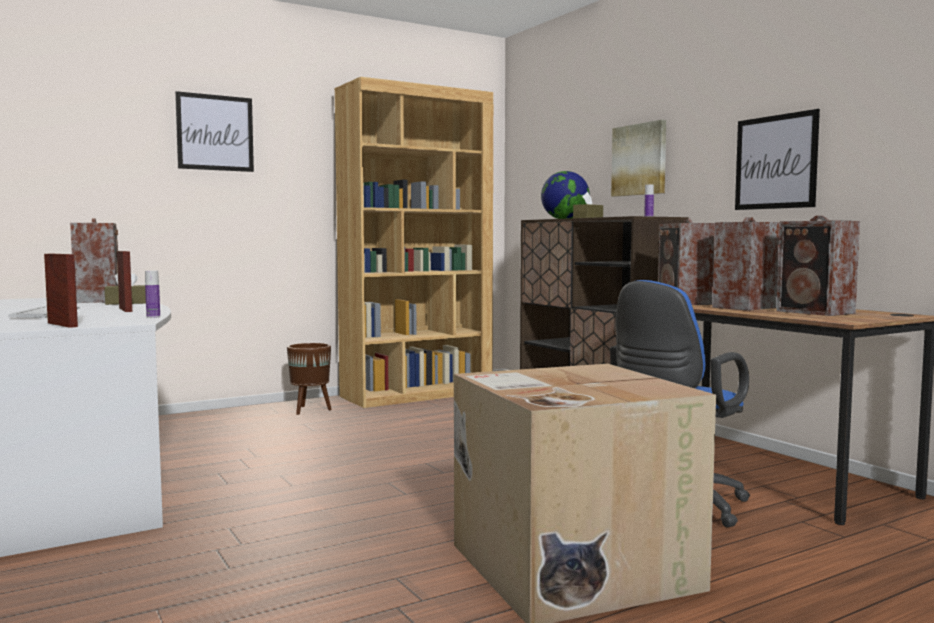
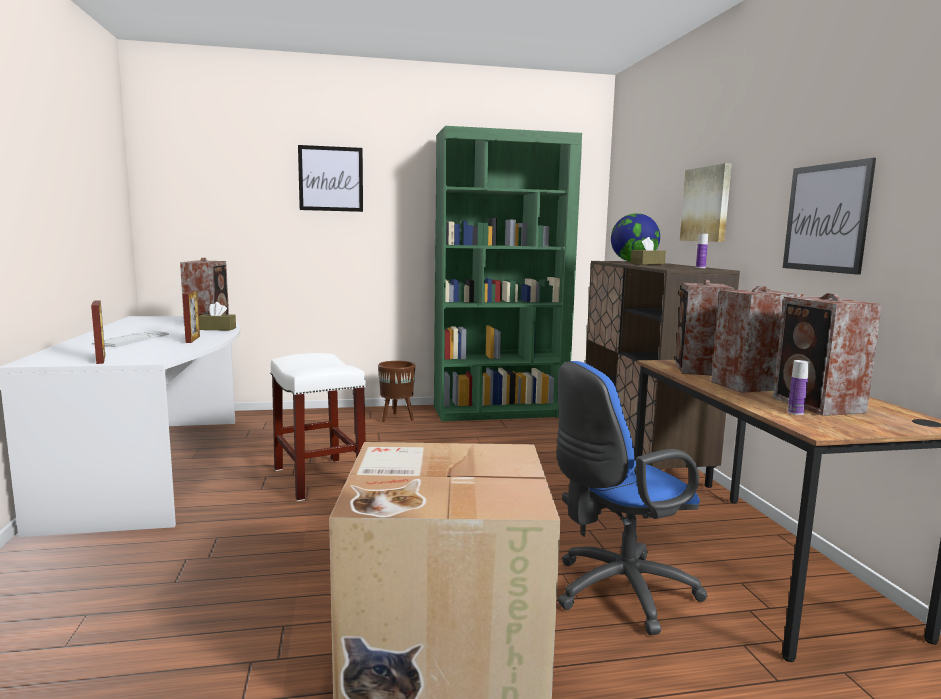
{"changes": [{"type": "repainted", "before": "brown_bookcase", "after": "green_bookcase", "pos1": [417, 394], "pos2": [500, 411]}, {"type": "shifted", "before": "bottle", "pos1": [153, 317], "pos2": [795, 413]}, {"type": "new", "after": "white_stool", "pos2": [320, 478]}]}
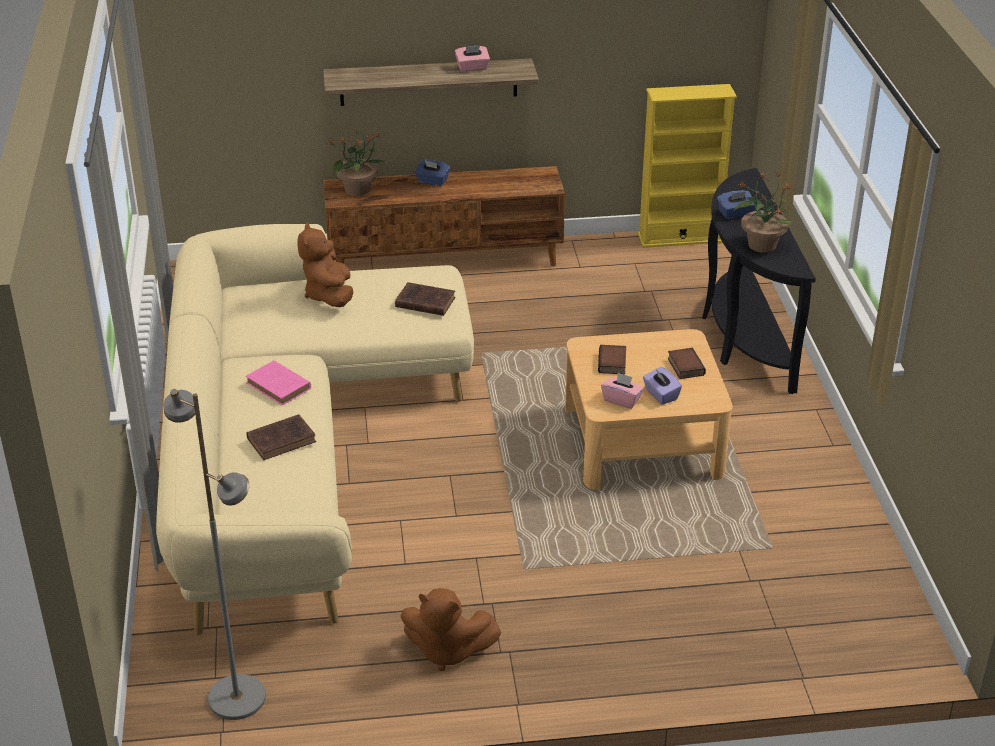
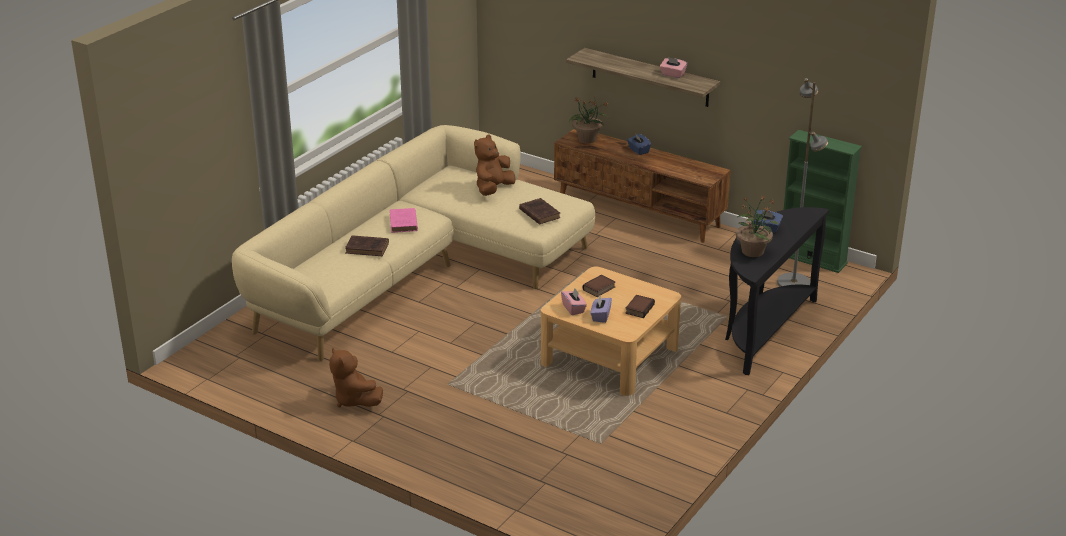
{"changes": [{"type": "repainted", "before": "yellow_bookcase", "after": "green_bookcase", "pos1": [679, 238], "pos2": [812, 259]}, {"type": "shifted", "before": "grey_floor_lamp", "pos1": [237, 697], "pos2": [794, 283]}]}
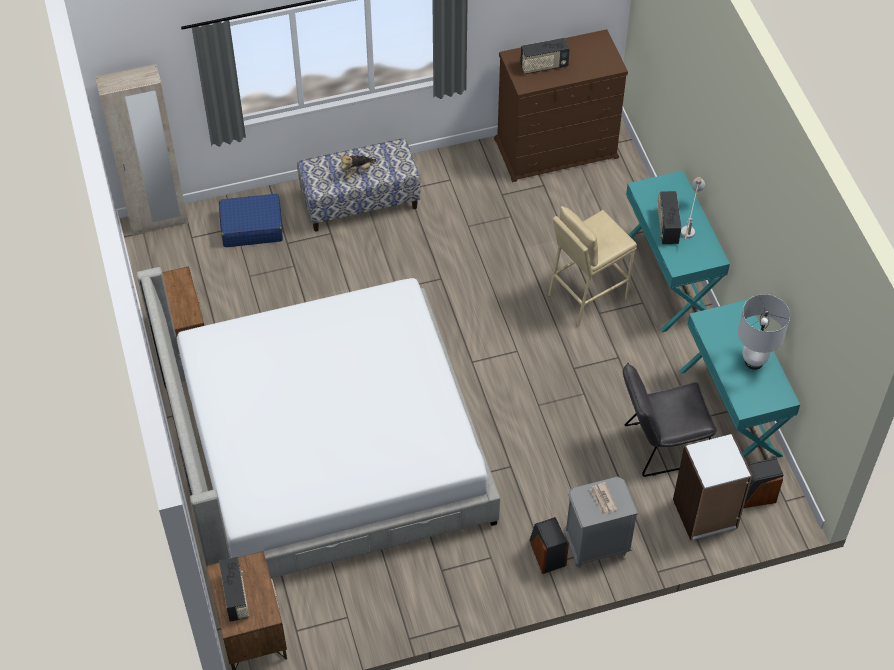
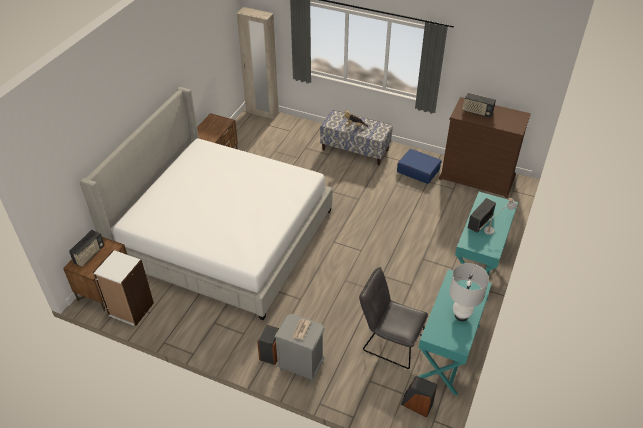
{"changes": [{"type": "shifted", "before": "blue_suitcase", "pos1": [251, 227], "pos2": [418, 170]}, {"type": "gone", "before": "beige_stool", "pos1": [586, 296]}, {"type": "shifted", "before": "white_bookcase", "pos1": [705, 514], "pos2": [130, 309]}]}
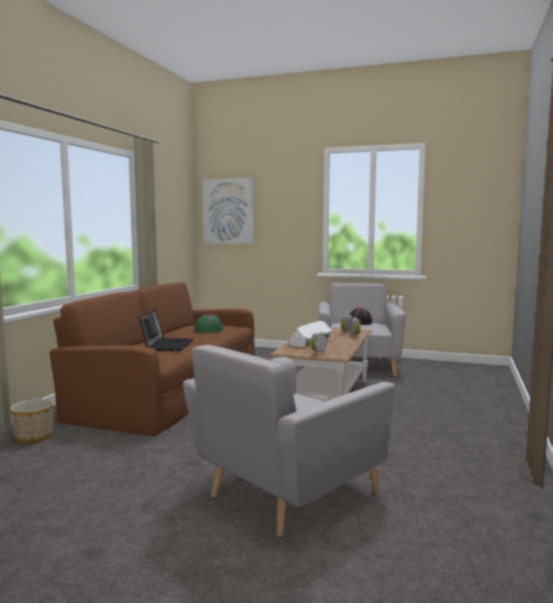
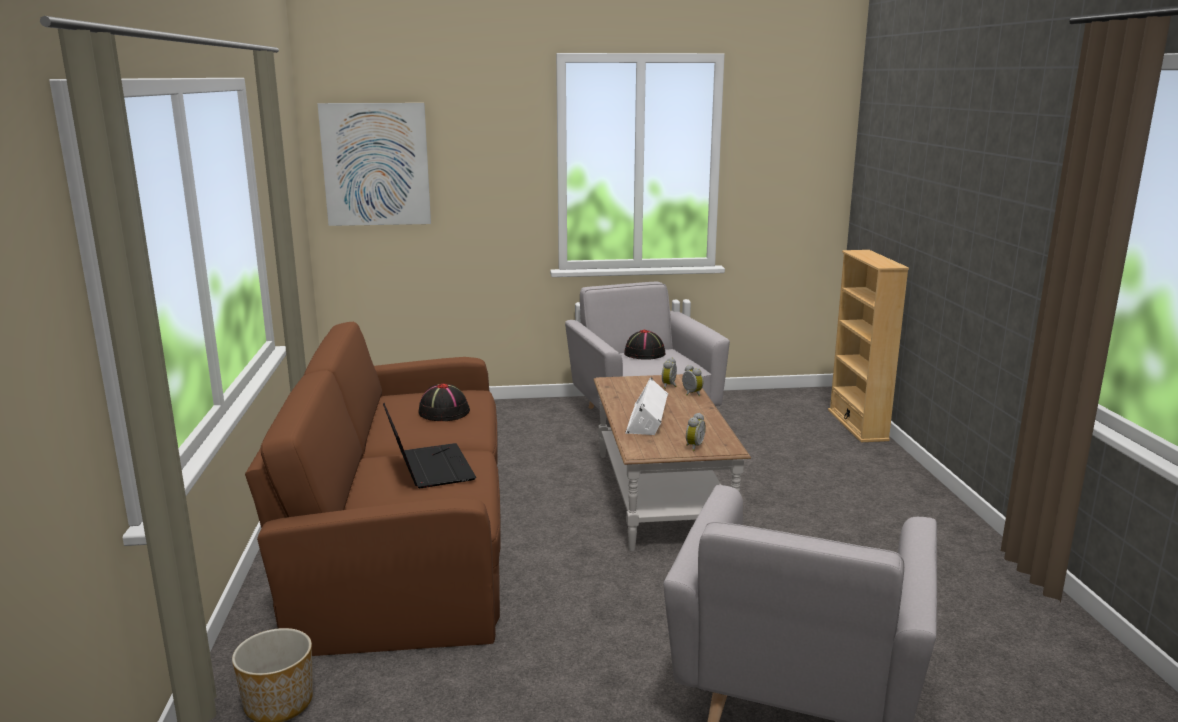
{"changes": [{"type": "repainted", "before": "green_hat", "after": "black_hat", "pos1": [208, 330], "pos2": [443, 412]}, {"type": "new", "after": "beige_bookcase", "pos2": [857, 425]}]}
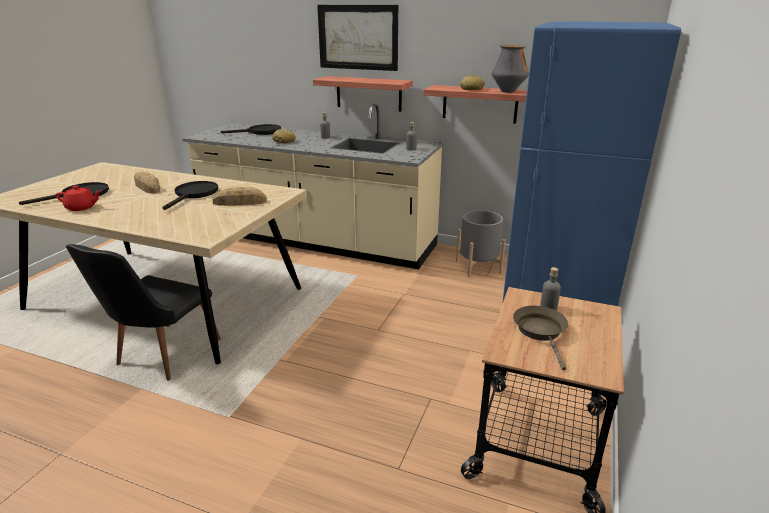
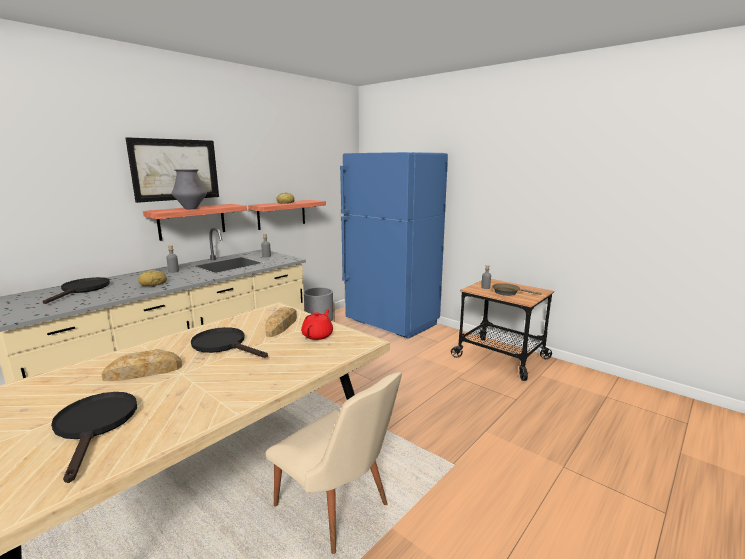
{"changes": [{"type": "shifted", "before": "vase", "pos1": [508, 91], "pos2": [191, 208]}, {"type": "shifted", "before": "red_teapot", "pos1": [82, 207], "pos2": [318, 335]}, {"type": "repainted", "before": "black_chair", "after": "beige_chair", "pos1": [161, 357], "pos2": [338, 511]}]}
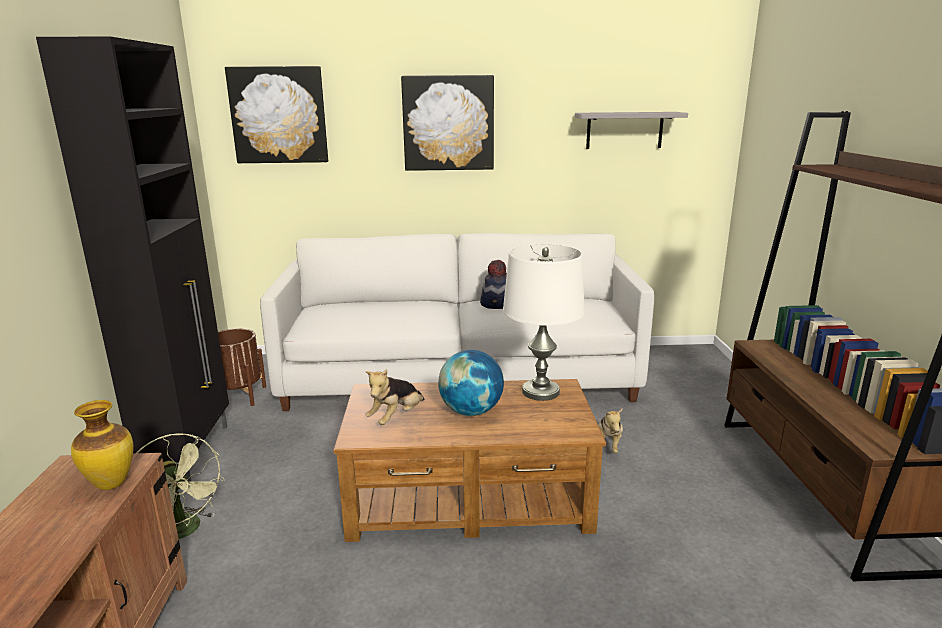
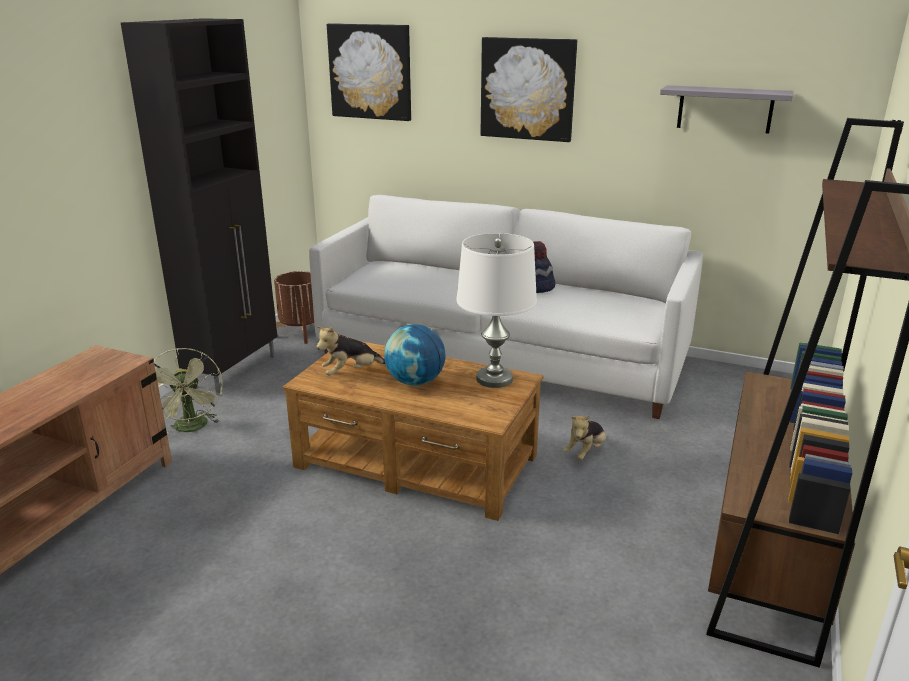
{"changes": [{"type": "gone", "before": "vase", "pos1": [111, 483]}]}
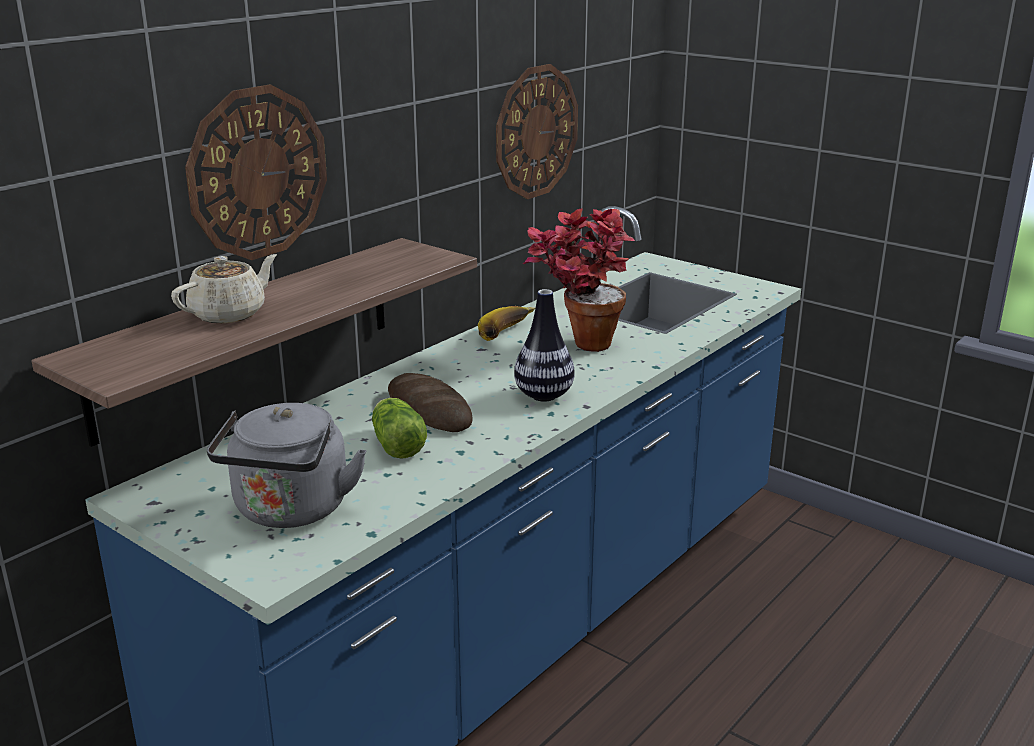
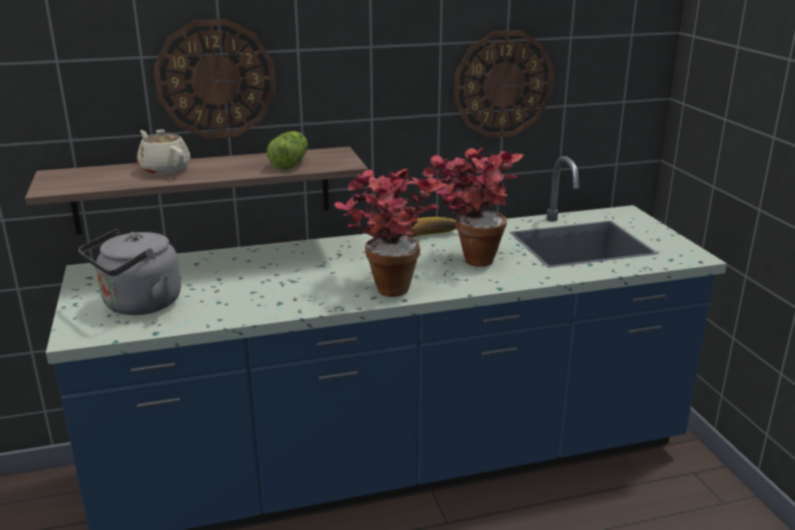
{"changes": [{"type": "rotated", "before": "beige_teapot", "pos1": [229, 314], "pos2": [164, 169], "turn": -120}, {"type": "swapped", "before": "vase", "after": "potted_plant", "pos1": [543, 396], "pos2": [387, 284]}, {"type": "gone", "before": "bread", "pos1": [429, 410]}, {"type": "shifted", "before": "lettuce", "pos1": [397, 444], "pos2": [291, 163]}]}
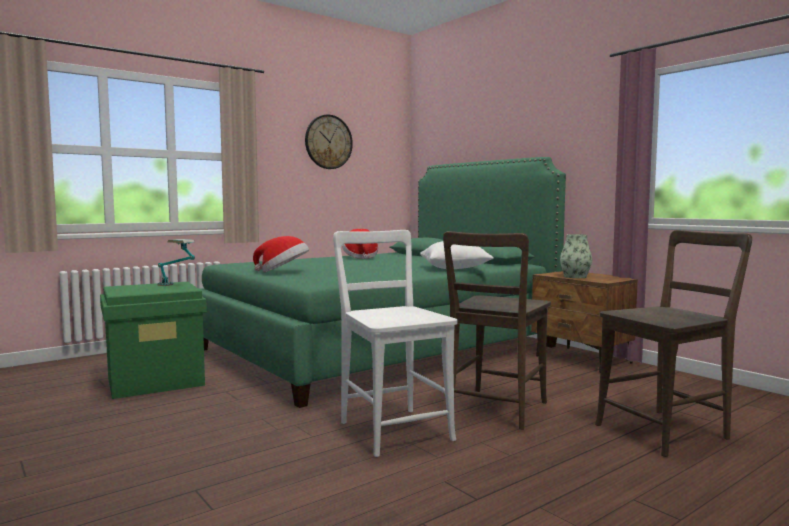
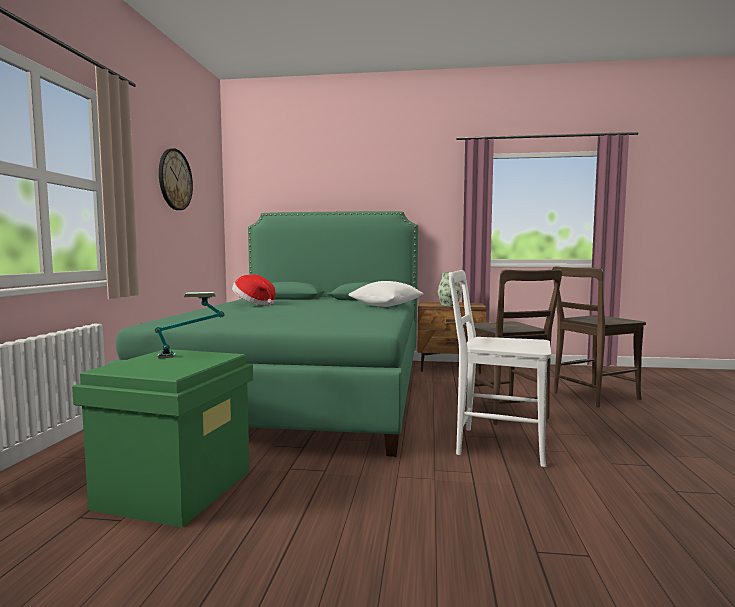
{"changes": [{"type": "rotated", "before": "brown_chair", "pos1": [666, 431], "pos2": [592, 396], "turn": -135}, {"type": "gone", "before": "hat", "pos1": [283, 272]}]}
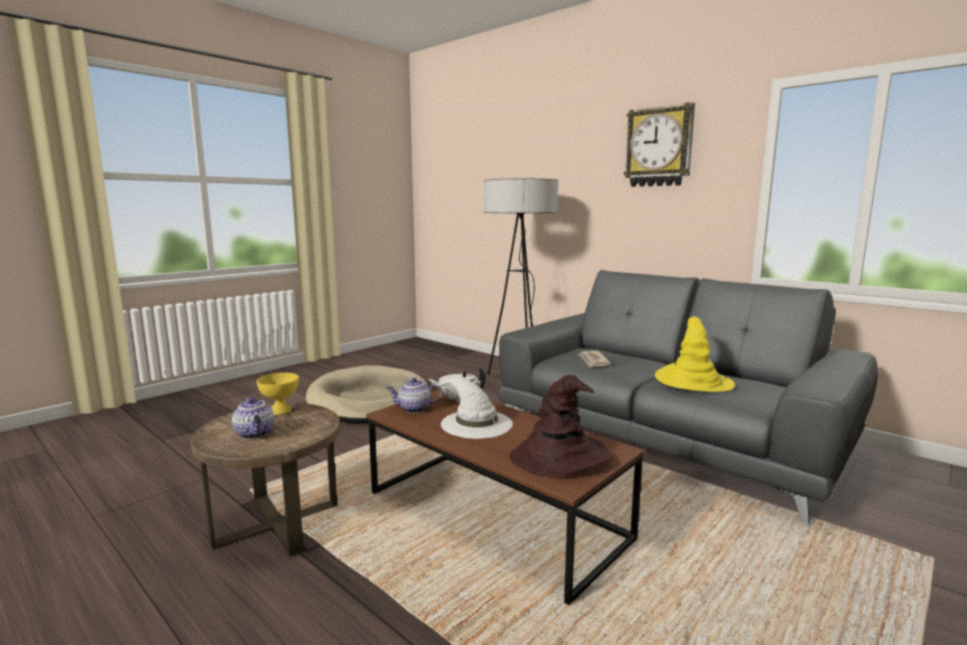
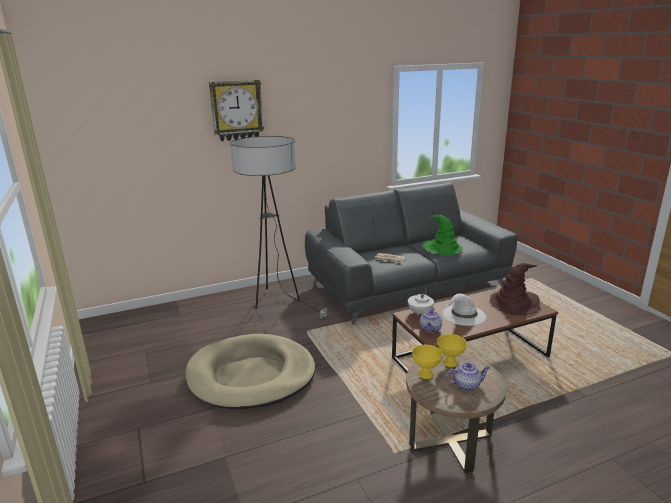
{"changes": [{"type": "shifted", "before": "wall_clock", "pos1": [659, 147], "pos2": [236, 110]}, {"type": "repainted", "before": "yellow_hat", "after": "green_hat", "pos1": [692, 381], "pos2": [443, 248]}, {"type": "new", "after": "yellow_bowl", "pos2": [450, 363]}]}
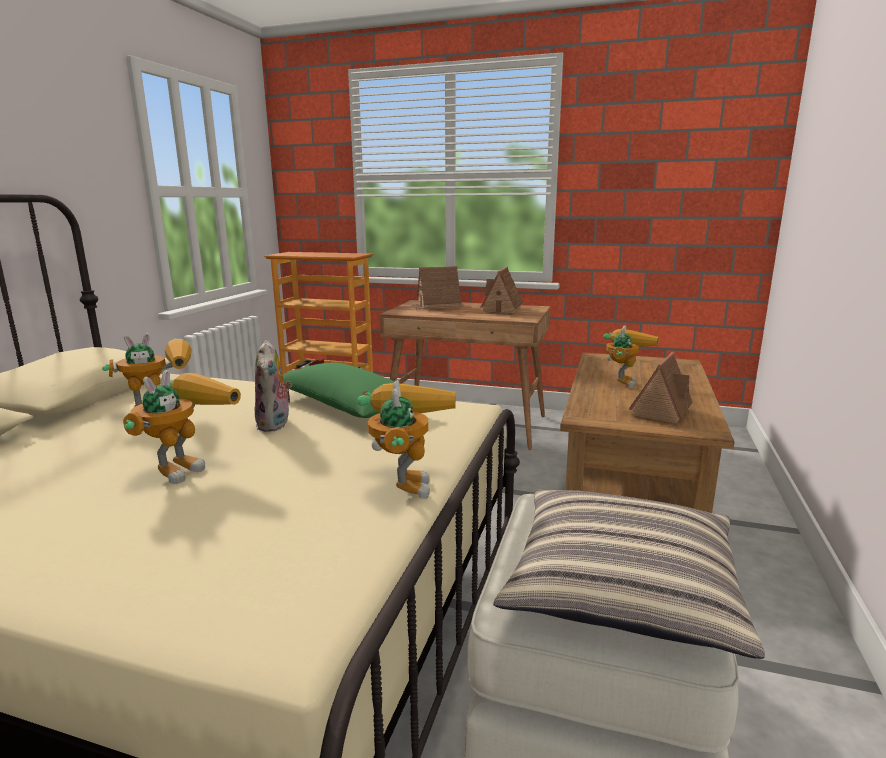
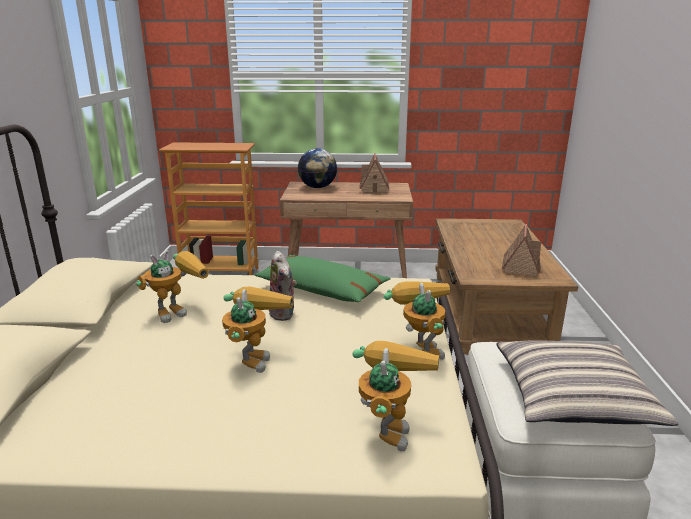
{"changes": [{"type": "swapped", "before": "toy_house", "after": "globe", "pos1": [435, 306], "pos2": [317, 187]}, {"type": "shifted", "before": "toy_robot", "pos1": [623, 381], "pos2": [388, 426]}]}
